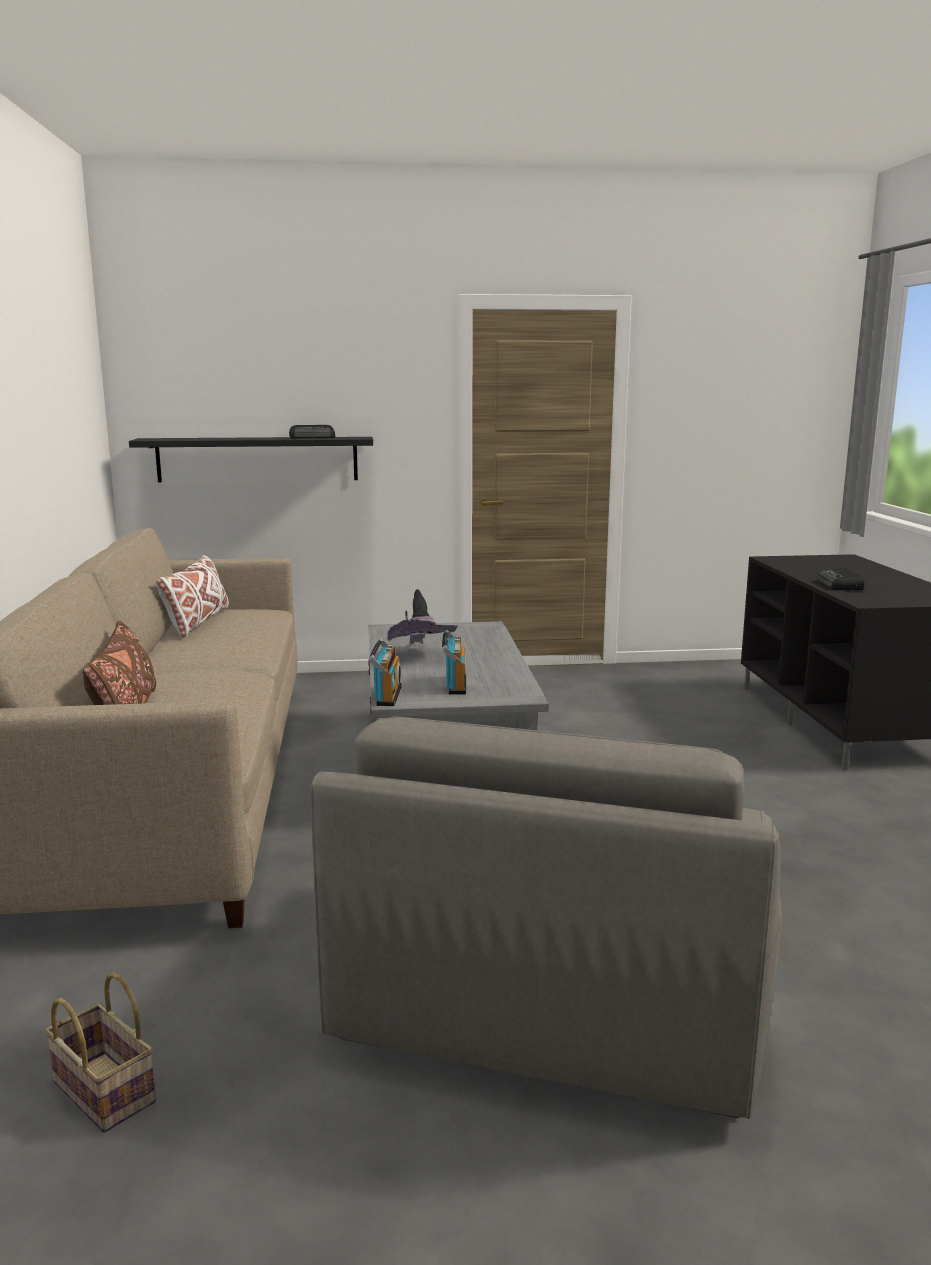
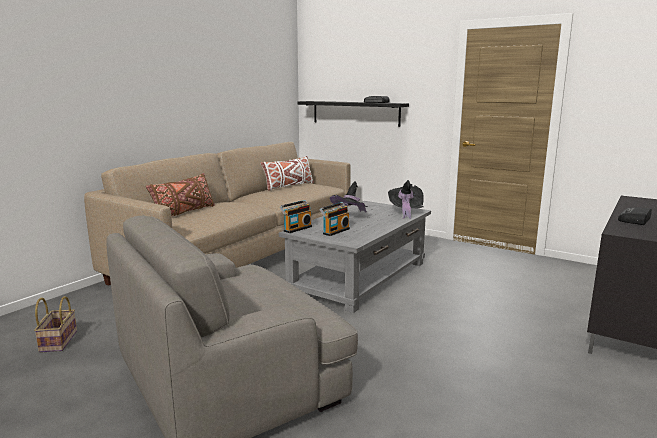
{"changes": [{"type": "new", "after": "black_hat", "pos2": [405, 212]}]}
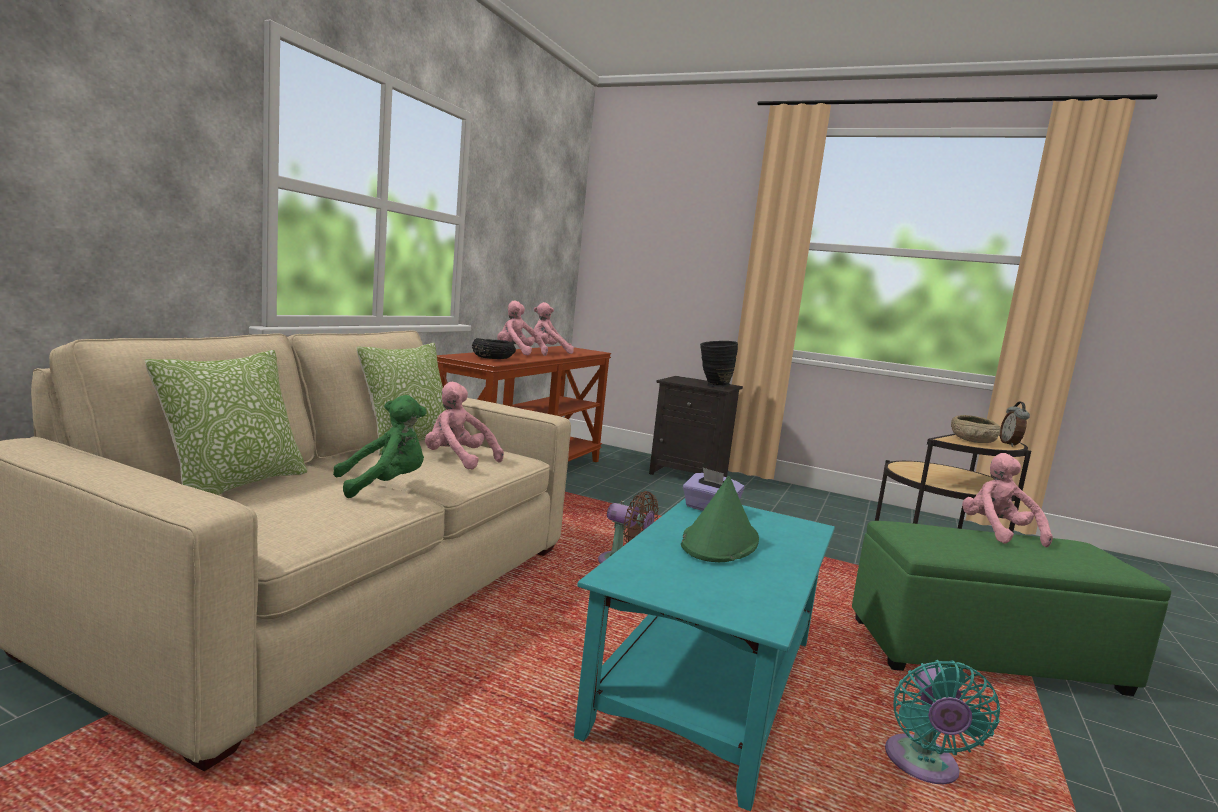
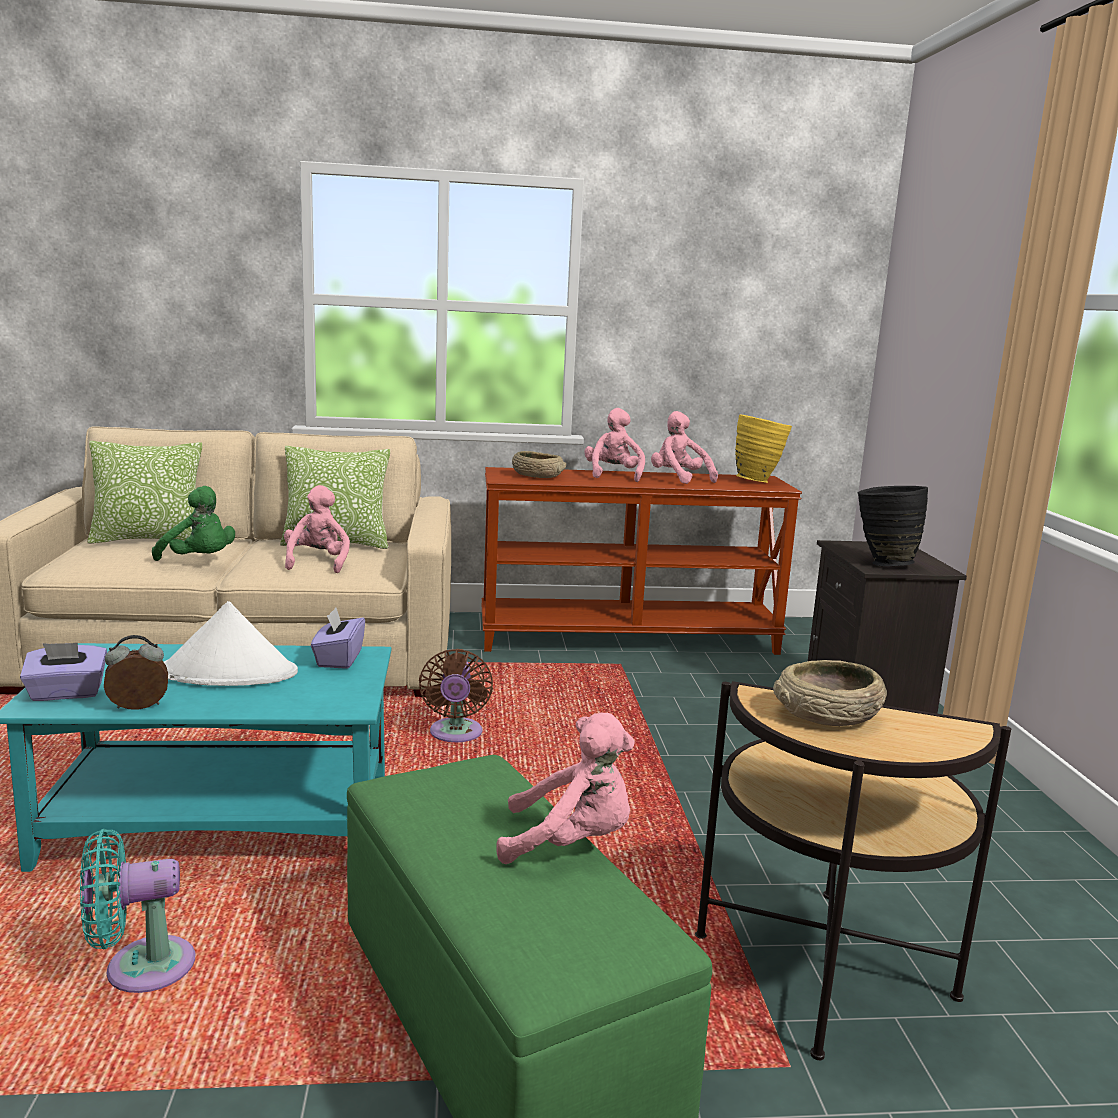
{"changes": [{"type": "repainted", "before": "black_bowl", "after": "beige_bowl", "pos1": [492, 358], "pos2": [537, 476]}, {"type": "shifted", "before": "alarm_clock", "pos1": [1010, 444], "pos2": [138, 708]}, {"type": "rotated", "before": "pink_plush_toy", "pos1": [997, 533], "pos2": [571, 843], "turn": 45}, {"type": "repainted", "before": "green_hat", "after": "white_hat", "pos1": [719, 542], "pos2": [229, 673]}, {"type": "new", "after": "yellow_vase", "pos2": [758, 481]}, {"type": "new", "after": "purple_tissue_box", "pos2": [67, 693]}]}
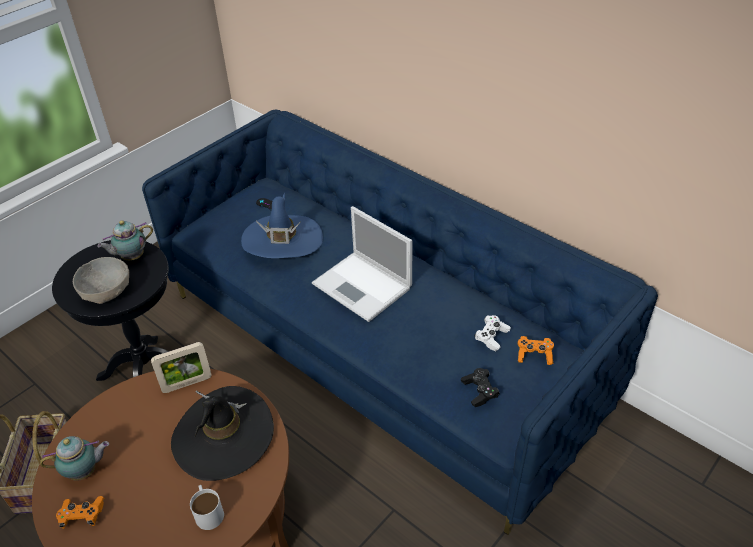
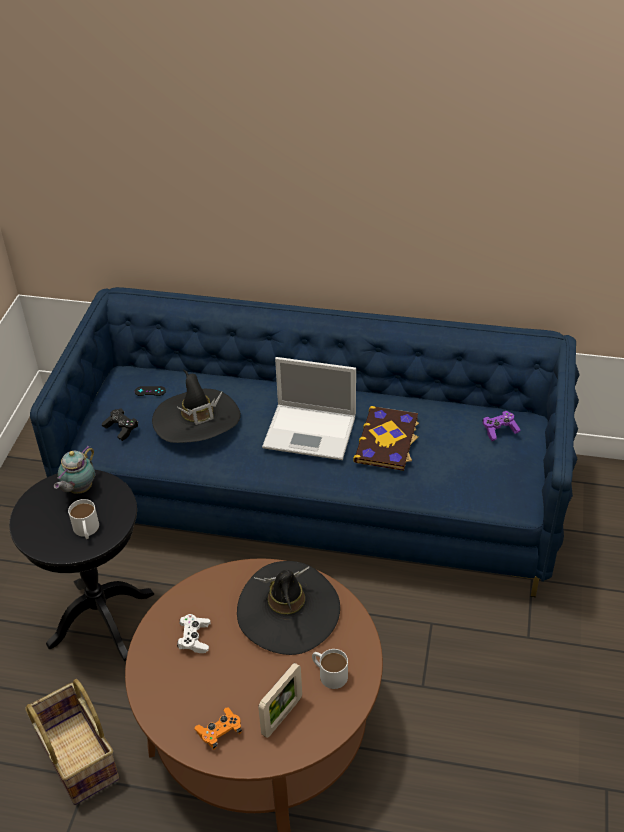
{"changes": [{"type": "repainted", "before": "blue_hat", "after": "black_hat", "pos1": [282, 240], "pos2": [197, 420]}, {"type": "swapped", "before": "grey_bowl", "after": "white_mug", "pos1": [106, 292], "pos2": [86, 530]}, {"type": "shifted", "before": "white_game_controller", "pos1": [491, 337], "pos2": [194, 638]}, {"type": "repainted", "before": "orange_game_controller", "after": "purple_game_controller", "pos1": [534, 355], "pos2": [499, 430]}, {"type": "shifted", "before": "picture_frame", "pos1": [187, 383], "pos2": [282, 716]}, {"type": "shifted", "before": "black_game_controller", "pos1": [479, 391], "pos2": [121, 429]}, {"type": "gone", "before": "teapot", "pos1": [85, 471]}, {"type": "new", "after": "book", "pos2": [387, 440]}]}
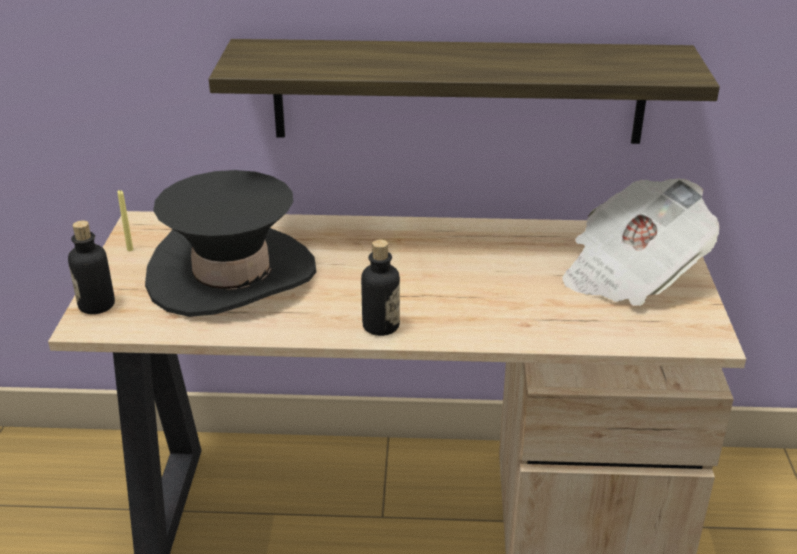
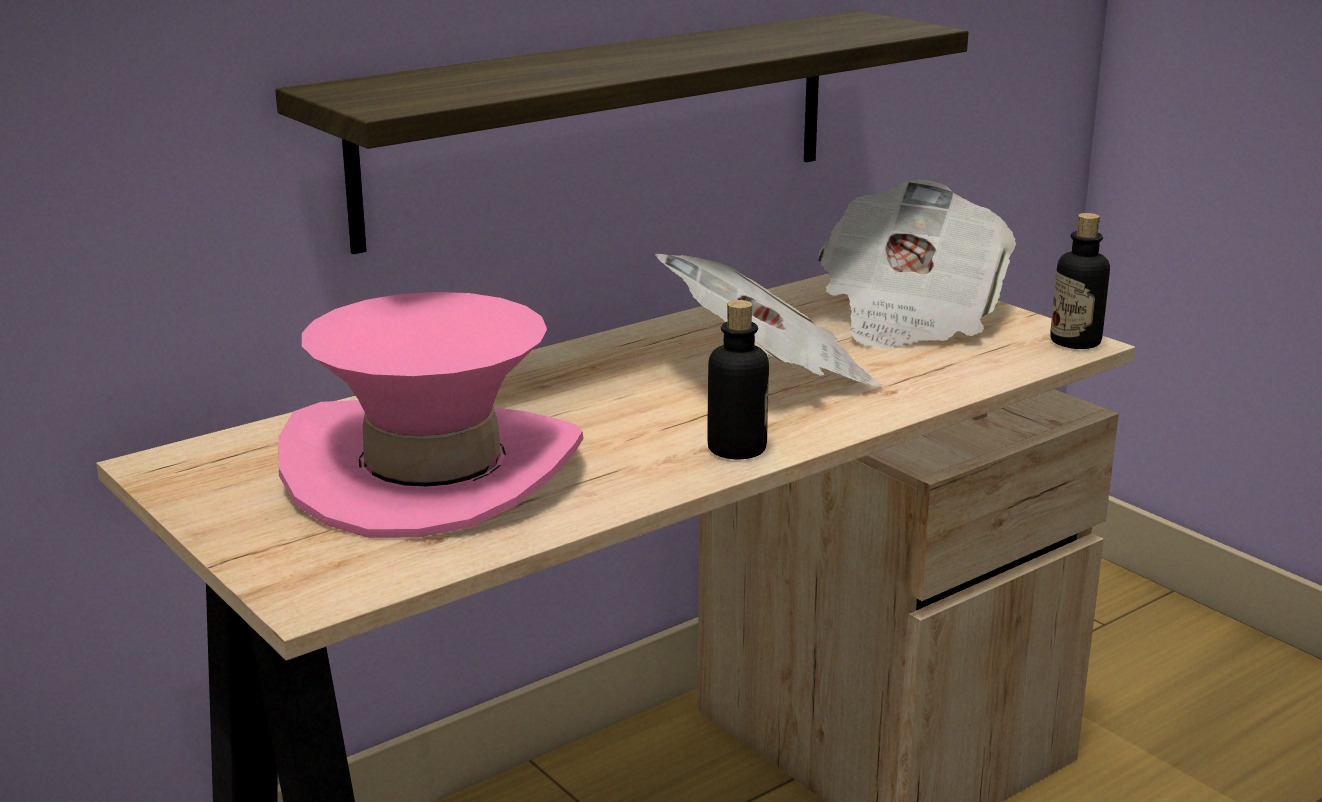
{"changes": [{"type": "repainted", "before": "black_hat", "after": "pink_hat", "pos1": [232, 274], "pos2": [433, 470]}, {"type": "gone", "before": "yellow_candle", "pos1": [130, 249]}, {"type": "shifted", "before": "bottle", "pos1": [97, 305], "pos2": [1075, 342]}, {"type": "new", "after": "newspaper", "pos2": [770, 375]}]}
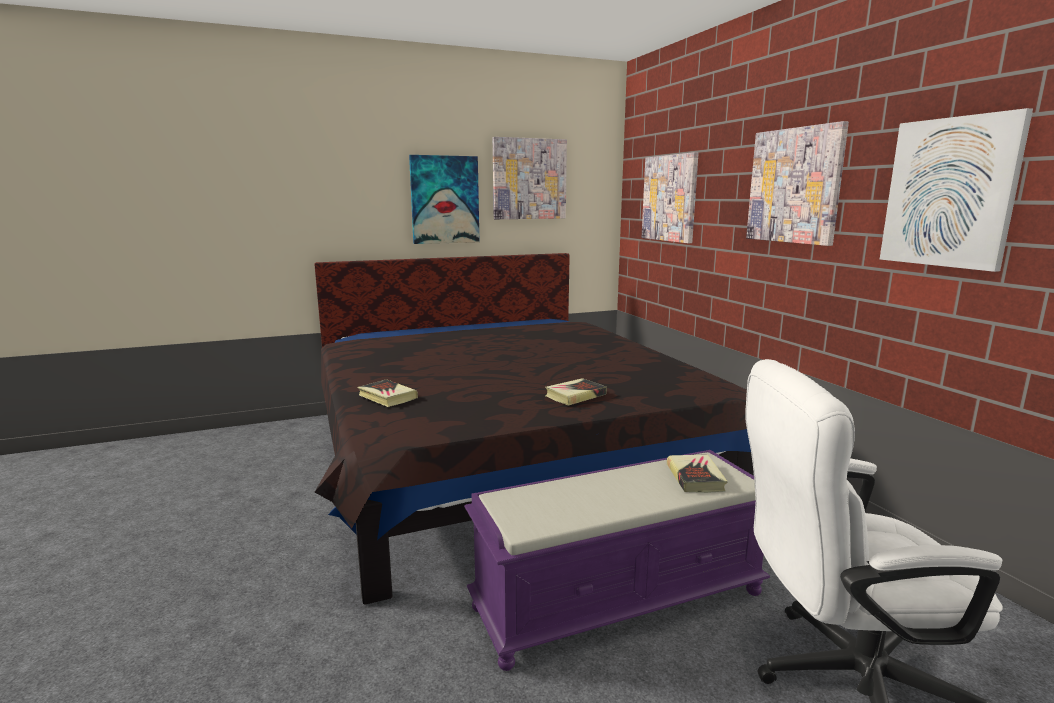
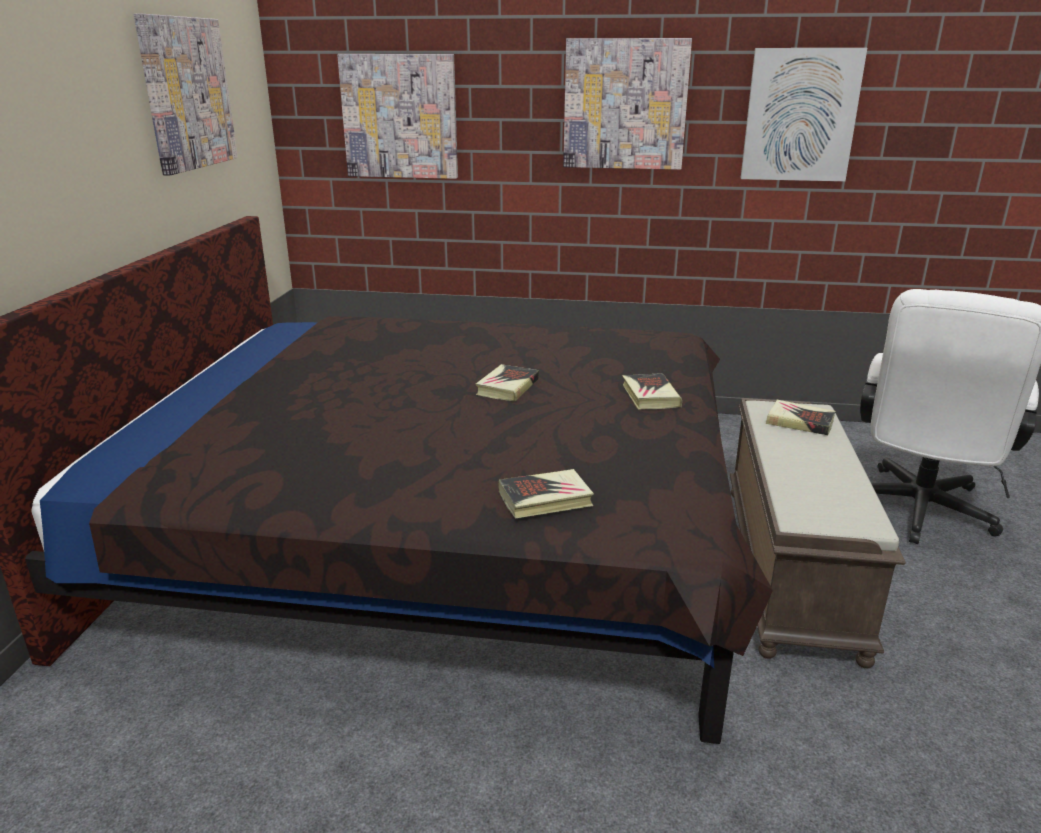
{"changes": [{"type": "gone", "before": "picture", "pos1": [444, 200]}, {"type": "repainted", "before": "purple_bench", "after": "brown_bench", "pos1": [619, 598], "pos2": [787, 565]}, {"type": "new", "after": "book", "pos2": [507, 387]}]}
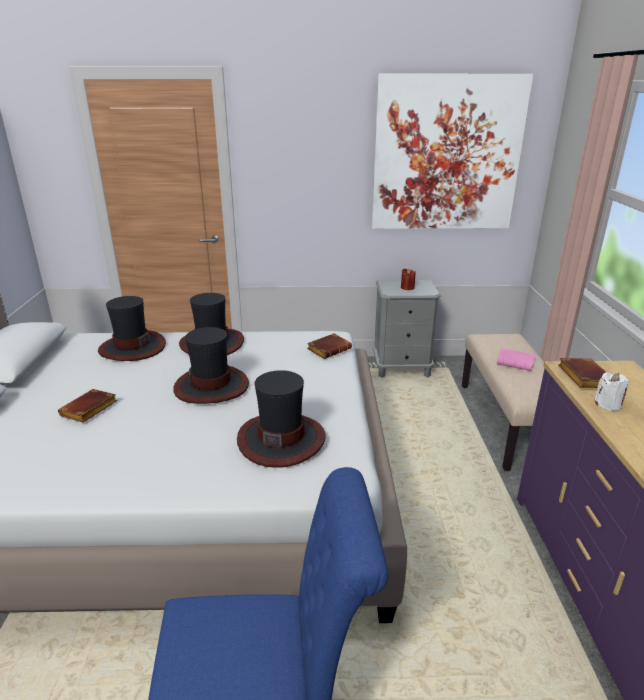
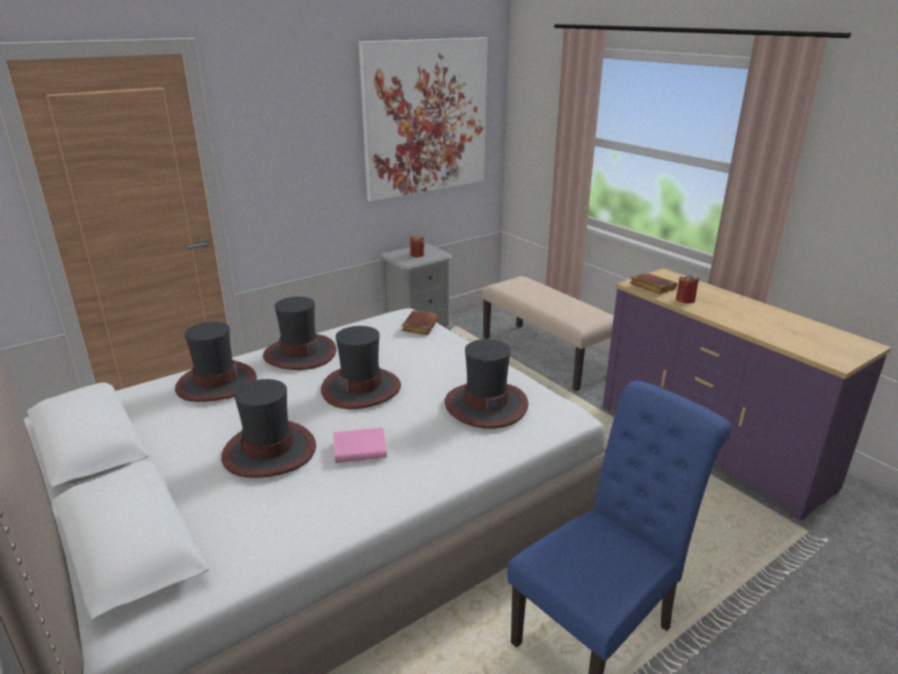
{"changes": [{"type": "shifted", "before": "pink_book", "pos1": [516, 362], "pos2": [361, 449]}, {"type": "repainted", "before": "white_candle", "after": "red_candle", "pos1": [608, 404], "pos2": [685, 300]}, {"type": "swapped", "before": "brown_book", "after": "hat", "pos1": [89, 410], "pos2": [270, 451]}]}
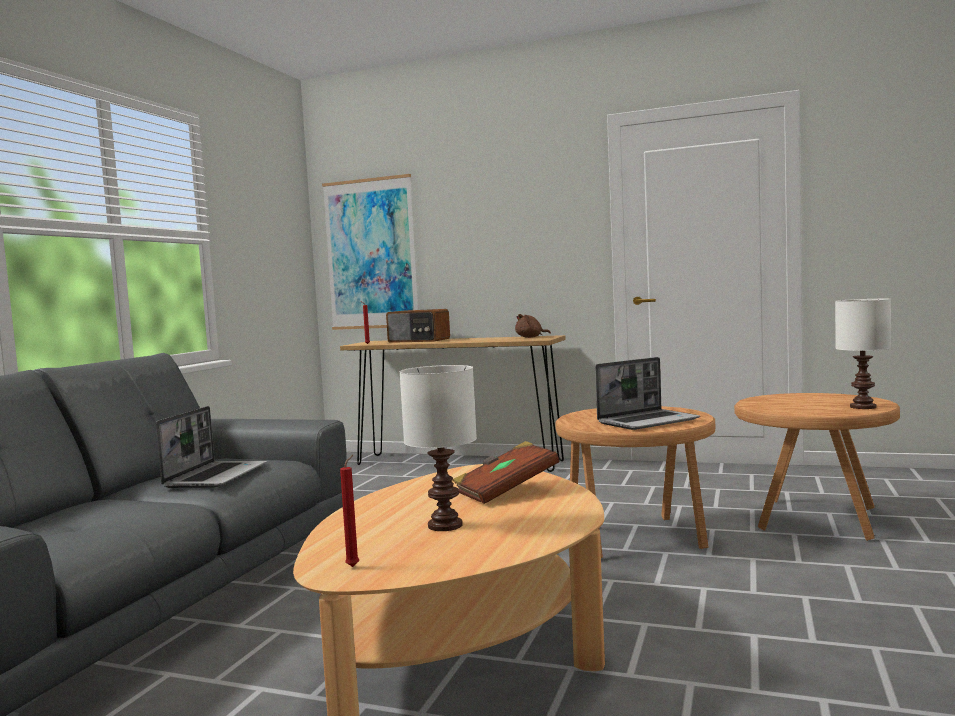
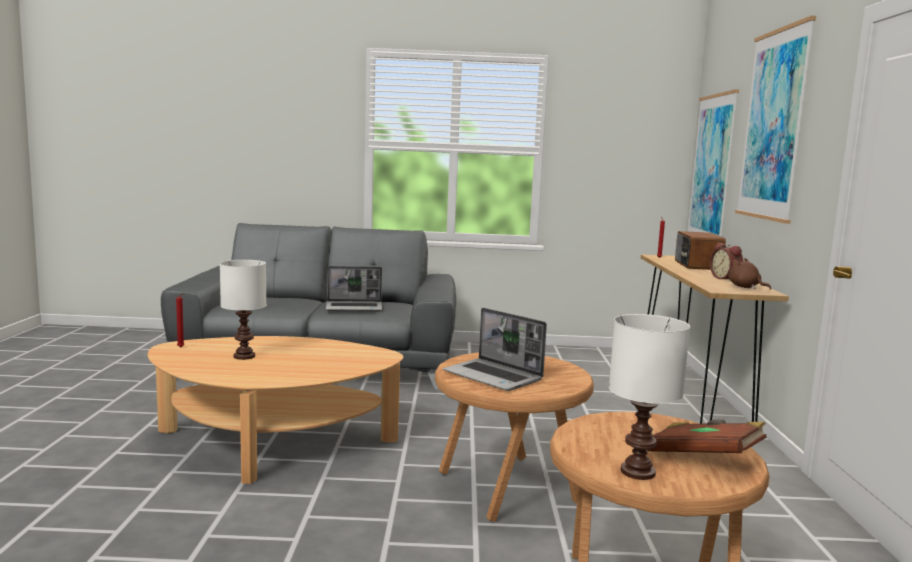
{"changes": [{"type": "shifted", "before": "brown_book", "pos1": [505, 491], "pos2": [703, 457]}, {"type": "new", "after": "picture", "pos2": [773, 125]}, {"type": "new", "after": "alarm_clock", "pos2": [726, 279]}]}
